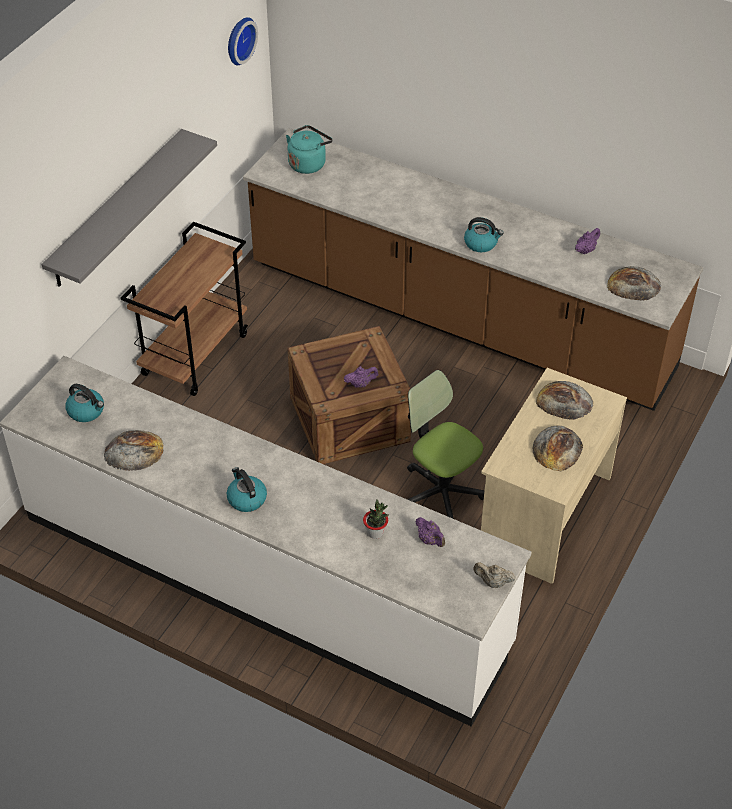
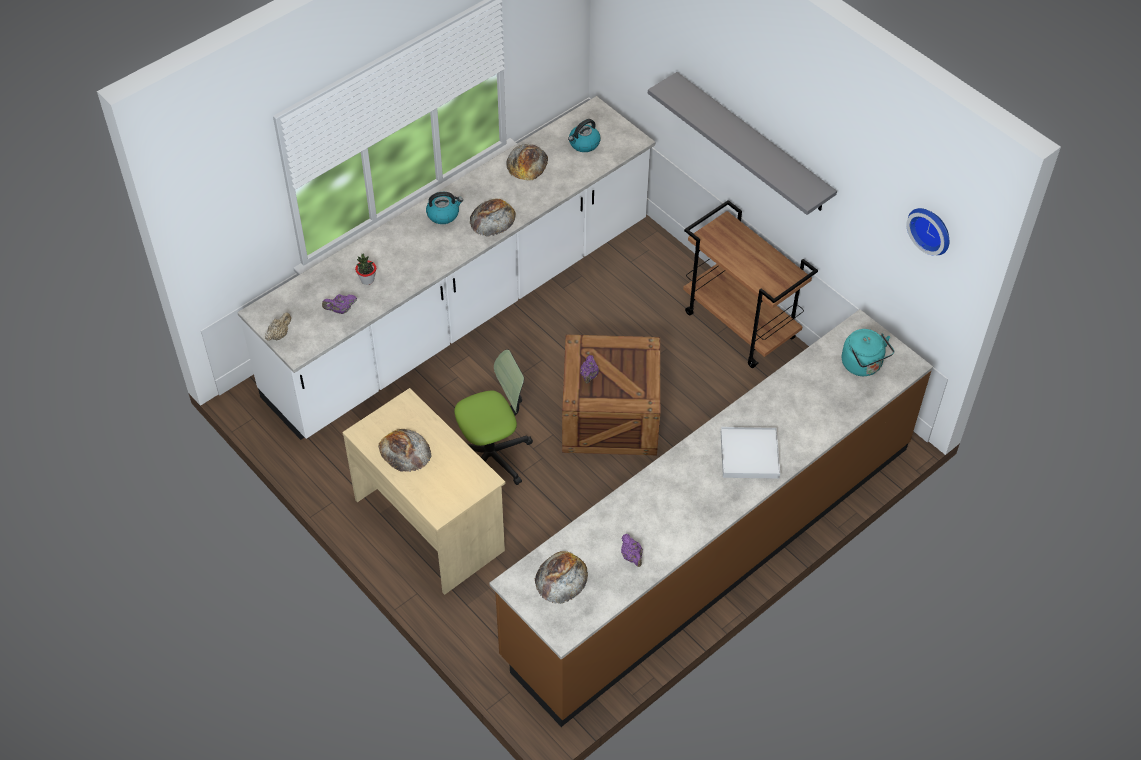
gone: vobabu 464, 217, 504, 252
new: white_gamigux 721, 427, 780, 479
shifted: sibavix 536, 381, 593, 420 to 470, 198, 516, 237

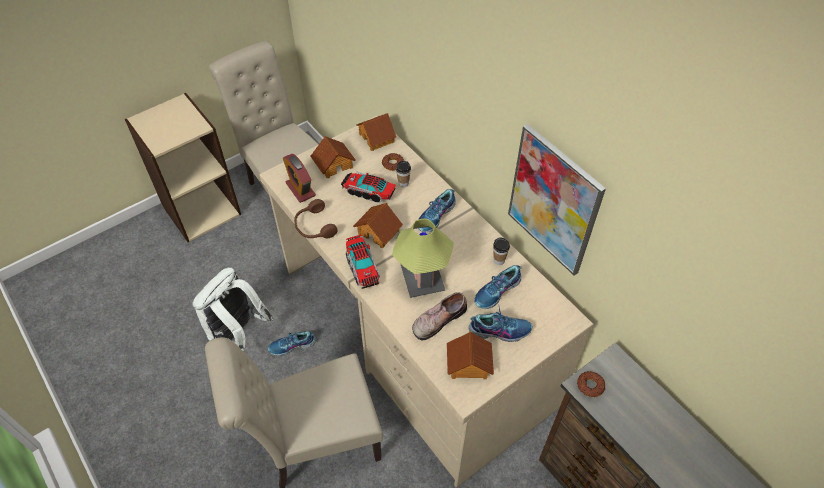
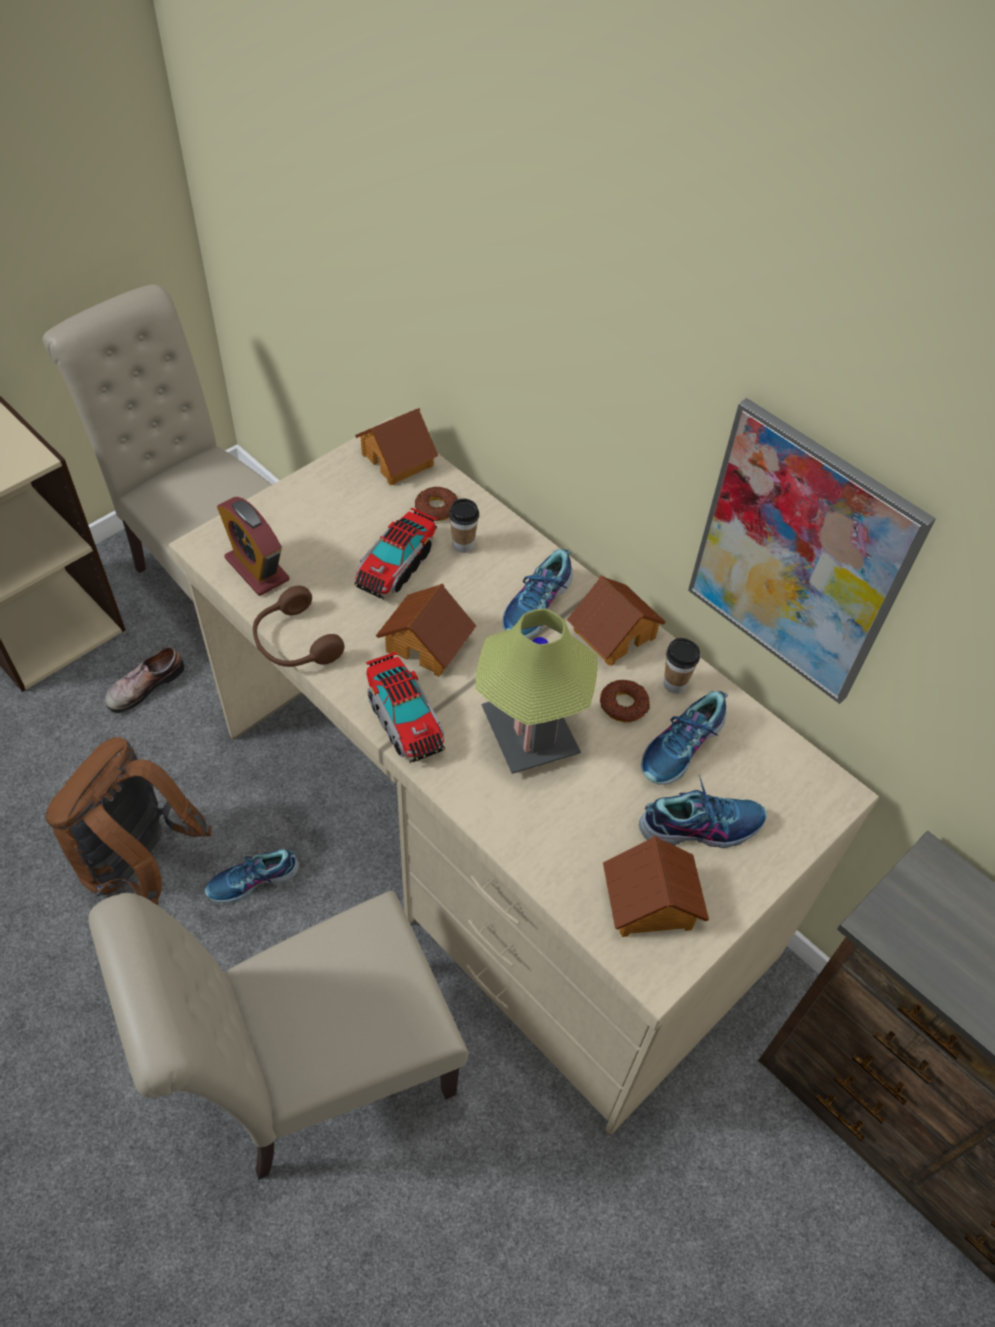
shifted: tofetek 310, 136, 356, 178 to 567, 576, 666, 666; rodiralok 412, 292, 467, 340 to 104, 646, 184, 713; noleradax 577, 371, 605, 397 to 600, 680, 650, 722
repainted: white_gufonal 192, 268, 273, 351 to brown_gufonal 46, 737, 212, 905
rotated: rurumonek 341, 172, 396, 203 = 355, 508, 437, 600 75 degrees counterclockwise

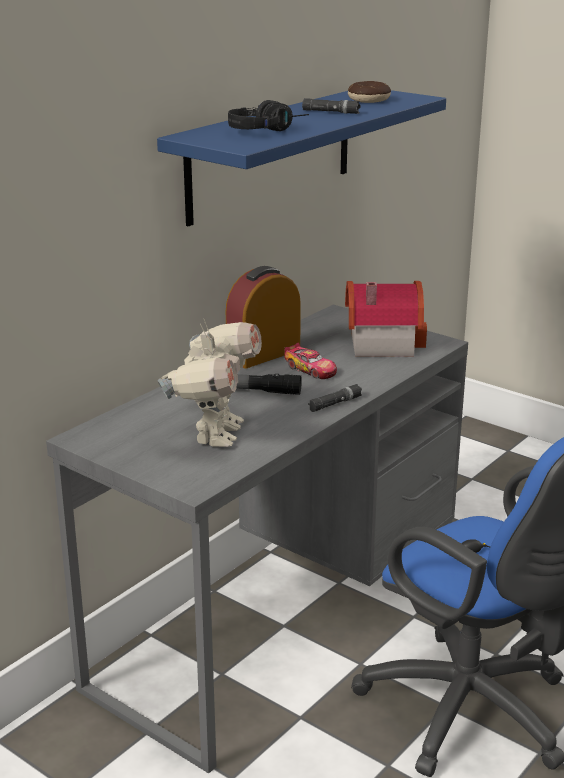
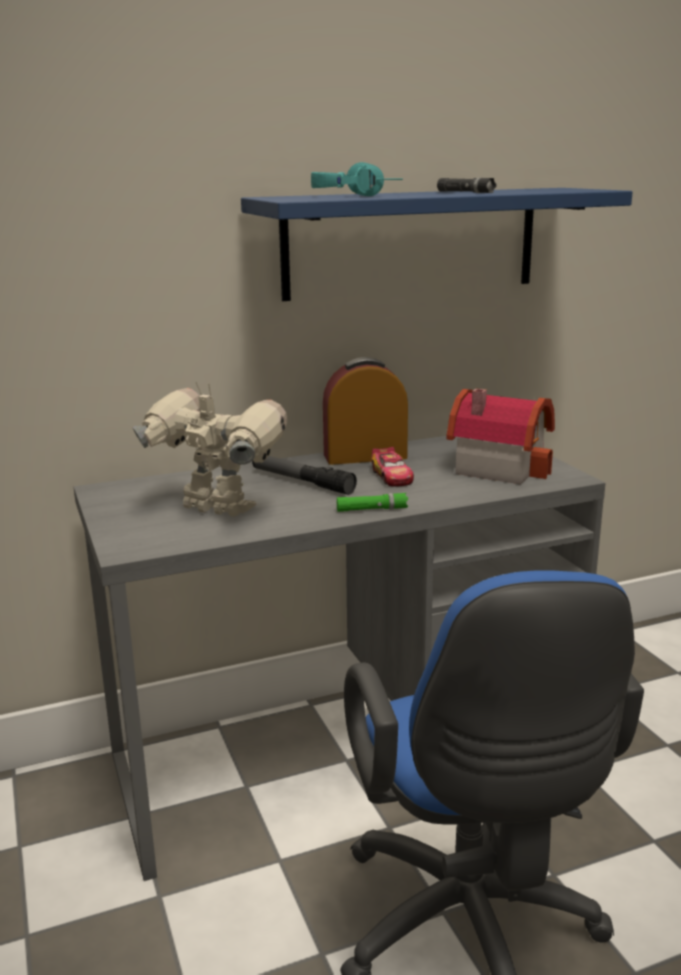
gone: noleradax 348, 81, 391, 103
repainted: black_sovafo 228, 100, 309, 131 to turquoise_sovafo 311, 162, 403, 196; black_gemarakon 308, 384, 362, 412 to green_gemarakon 336, 493, 408, 512
rotated: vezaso 157, 319, 262, 447 = 133, 382, 288, 517 105 degrees counterclockwise

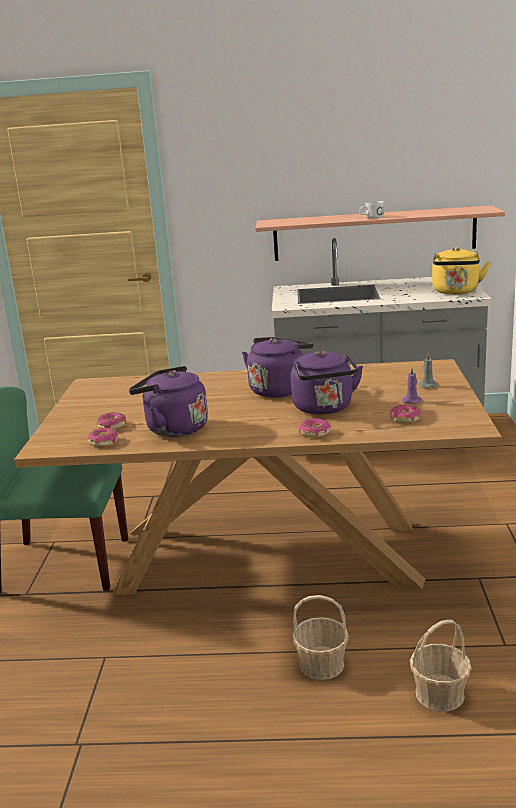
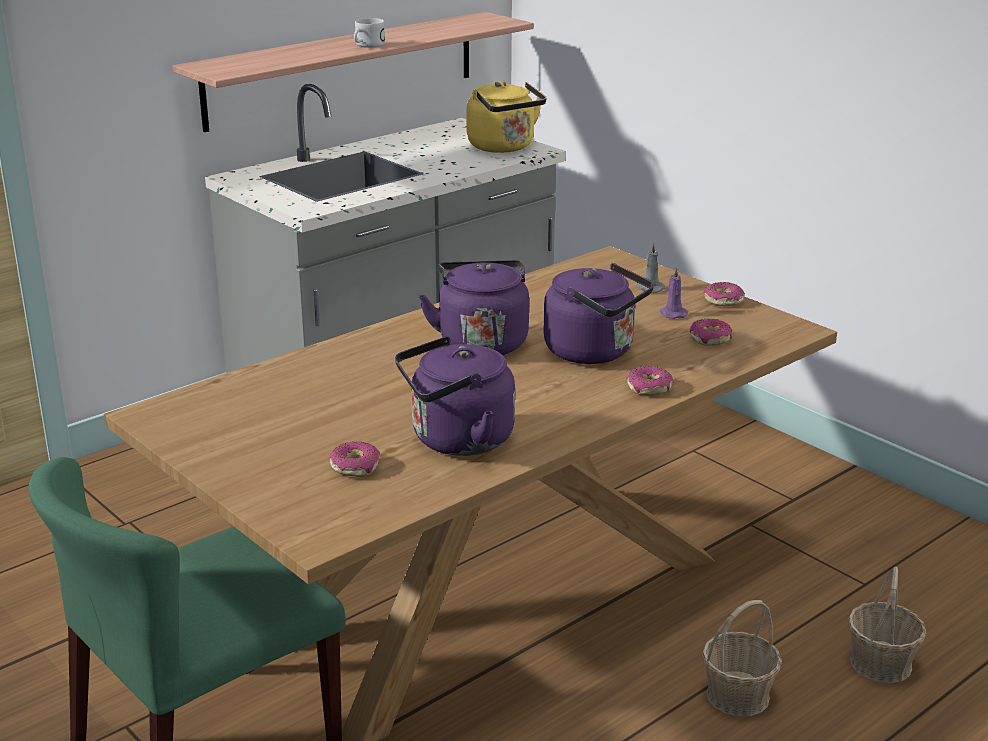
shifted: noleradax 87, 428, 118, 447 to 703, 282, 745, 306

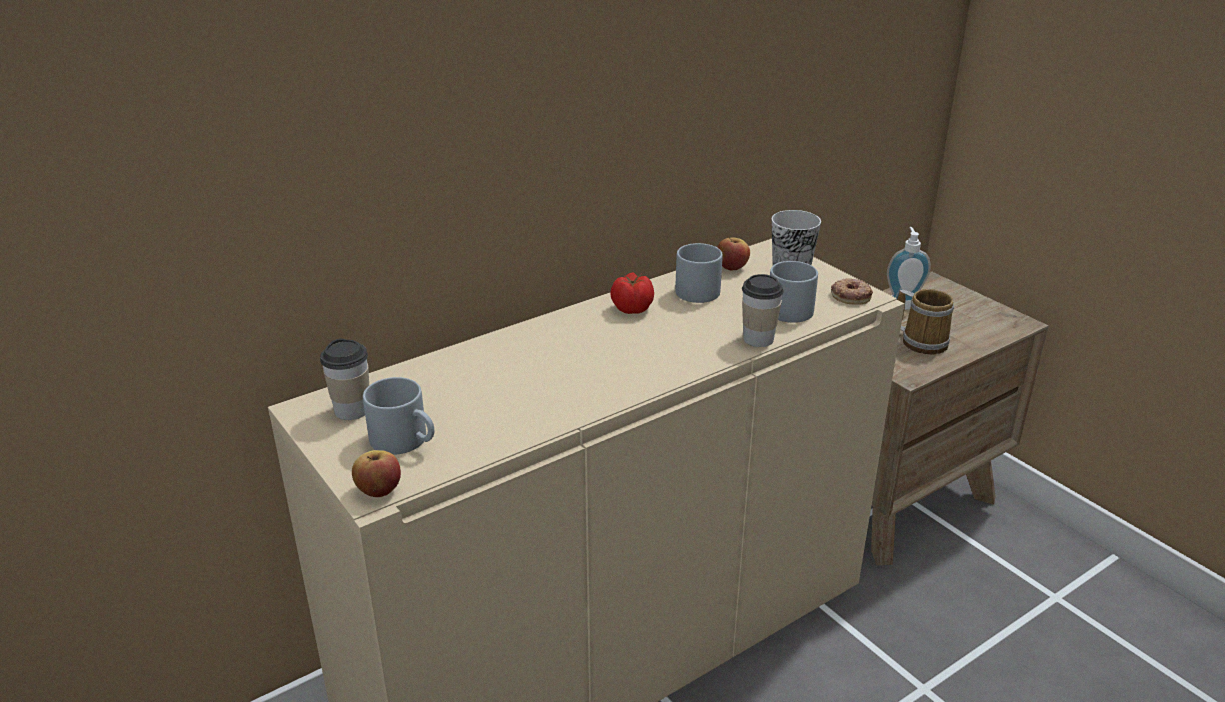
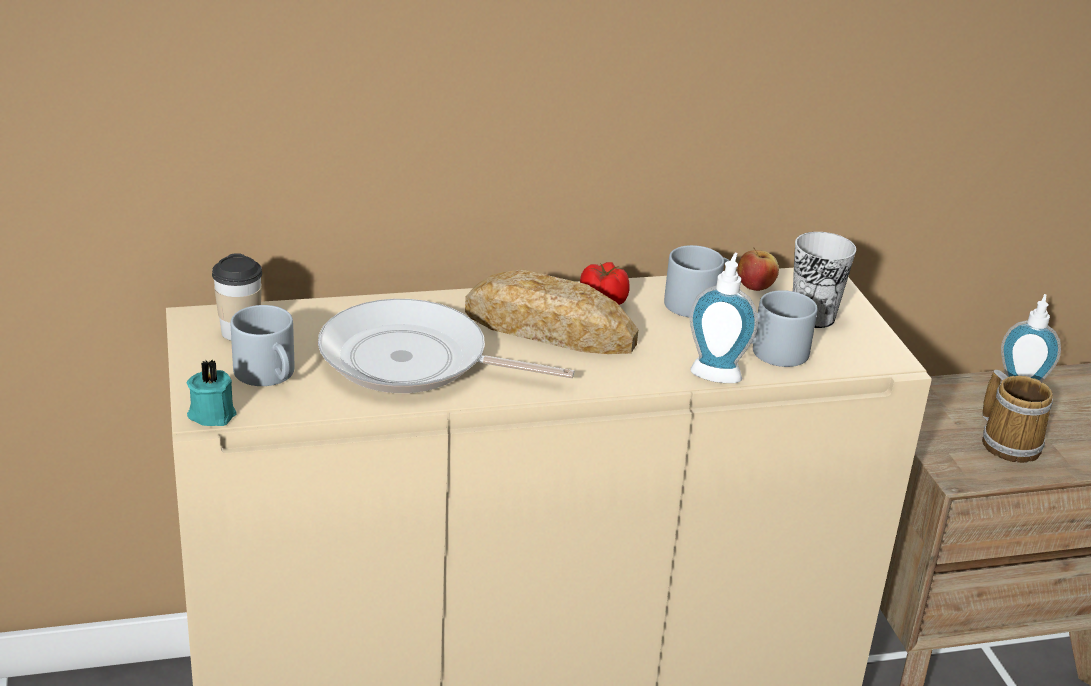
gone: noleradax 831, 279, 873, 305
new: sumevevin 318, 299, 575, 393; sibavix 465, 269, 638, 354
swapped: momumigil 352, 450, 401, 497 to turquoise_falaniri 187, 359, 236, 426; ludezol 742, 274, 784, 347 to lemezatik 689, 253, 758, 383

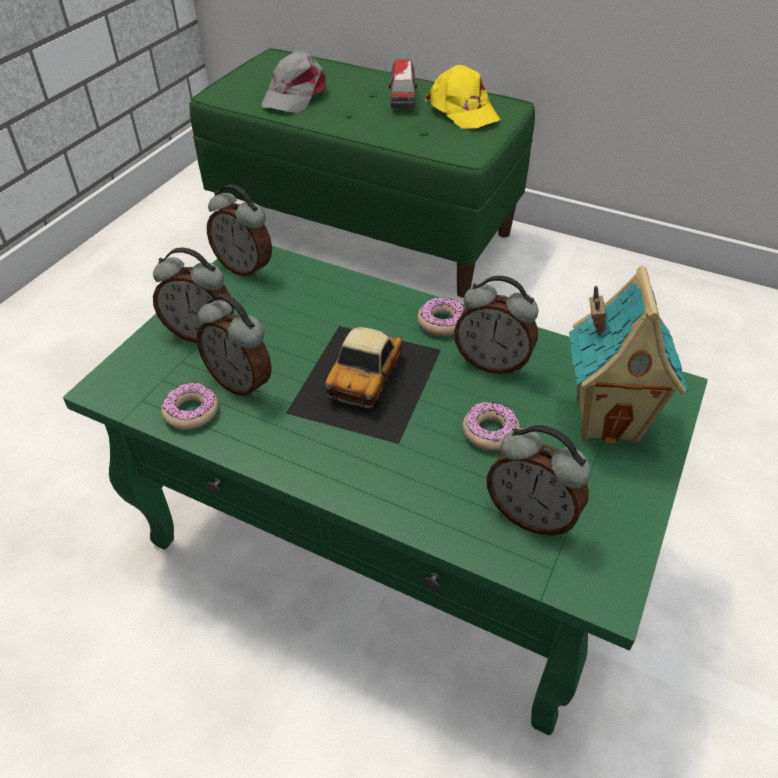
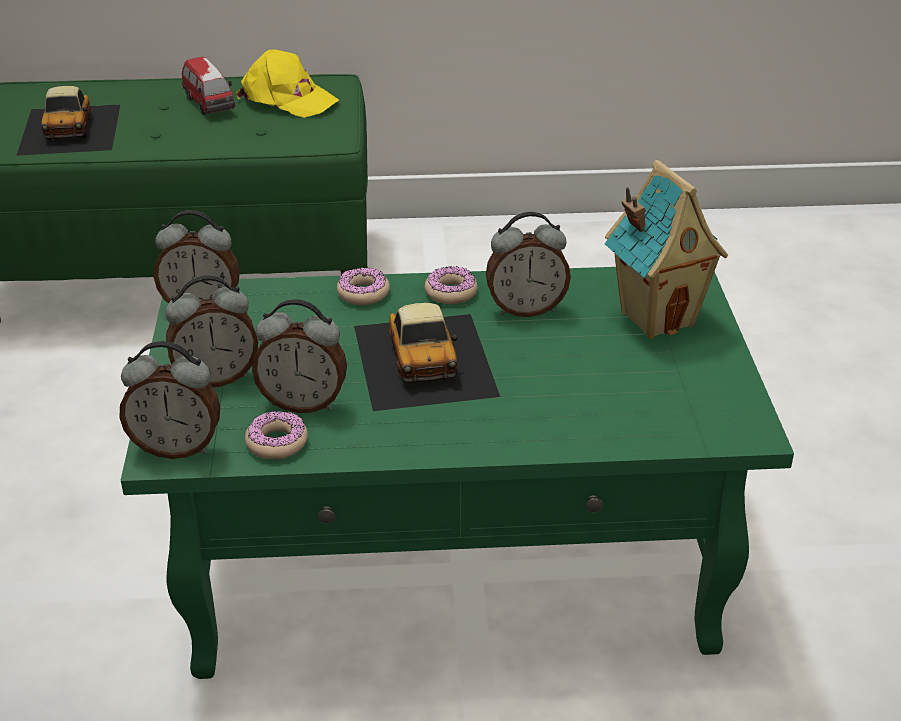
shifted: noleradax 463, 402, 520, 451 to 337, 268, 390, 305; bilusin 487, 425, 591, 536 to 119, 341, 221, 459
swapped: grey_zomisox 261, 51, 326, 113 to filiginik 16, 86, 121, 156

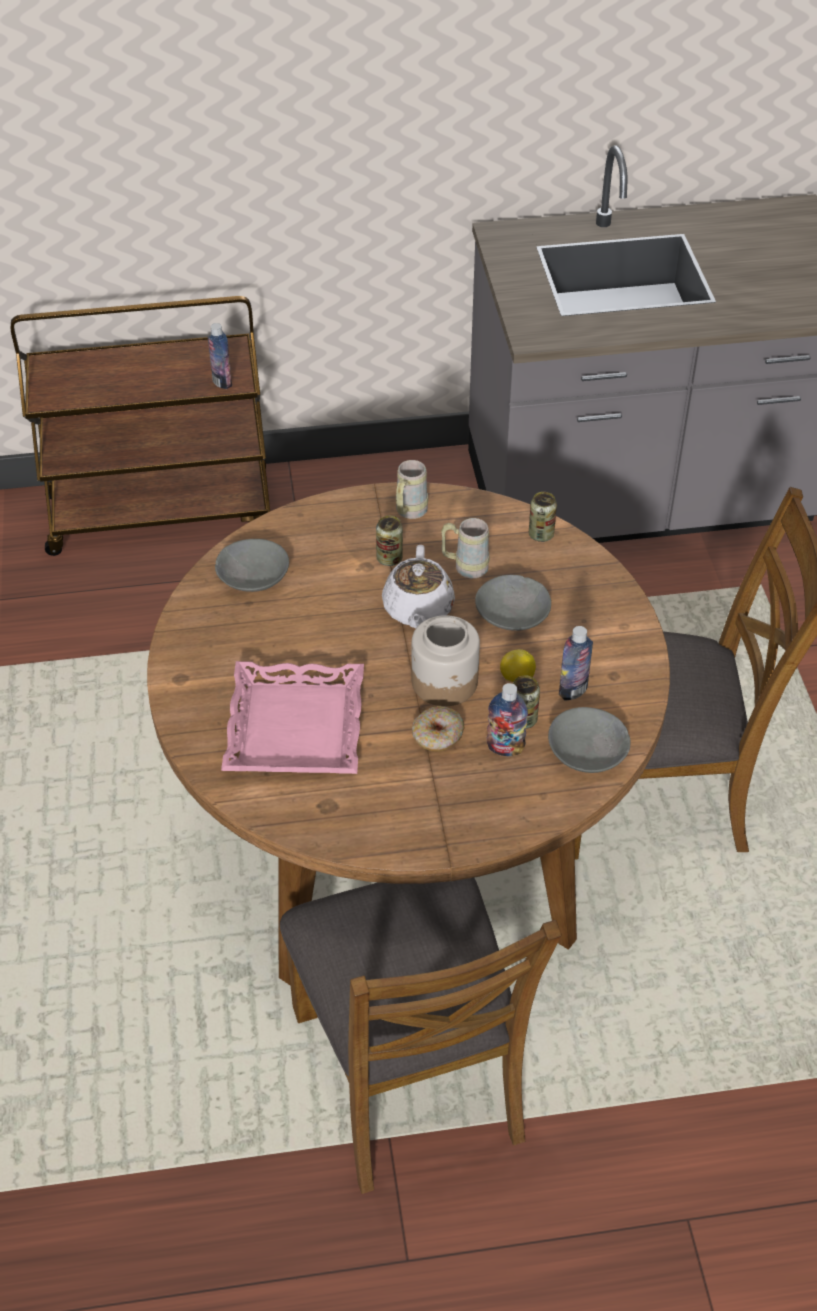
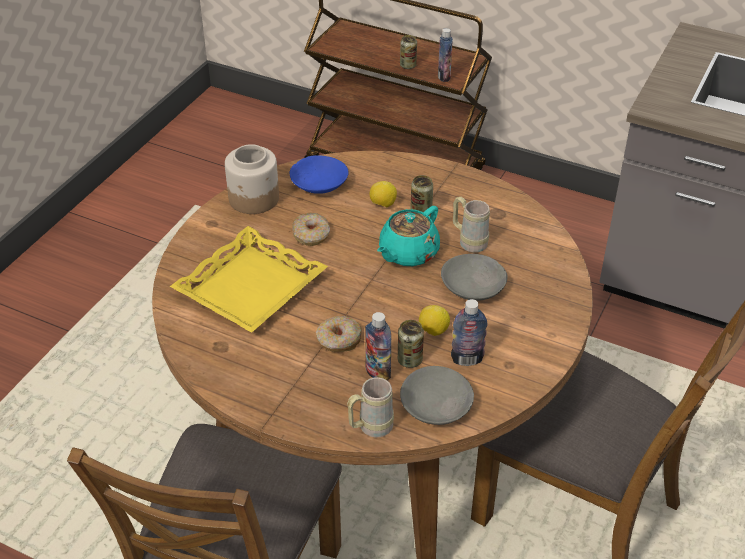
new: noleradax 292, 213, 330, 246; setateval 370, 181, 397, 207
shifted: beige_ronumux 396, 460, 428, 519 to 347, 377, 394, 437; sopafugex 411, 615, 480, 706 to 225, 144, 279, 214; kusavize 529, 492, 557, 542 to 400, 35, 417, 69
repainted: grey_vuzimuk 215, 539, 289, 592 to blue_vuzimuk 290, 155, 349, 194; pink_gamigux 221, 661, 364, 774 to yellow_gamigux 170, 226, 328, 333; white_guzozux 382, 545, 455, 628 to turquoise_guzozux 377, 206, 440, 266

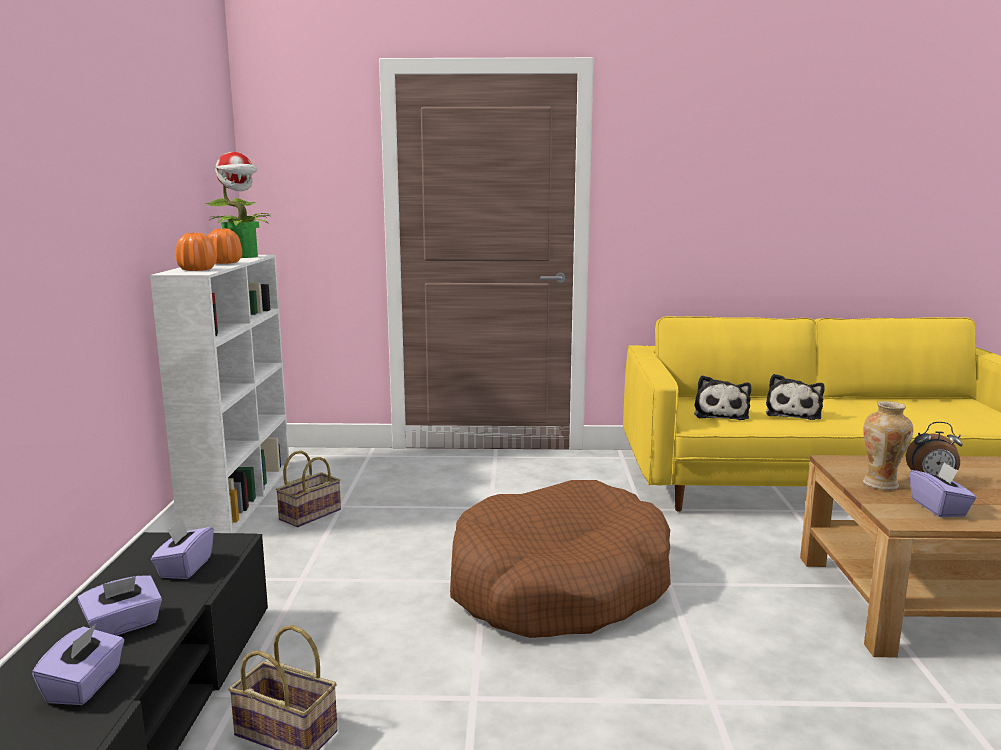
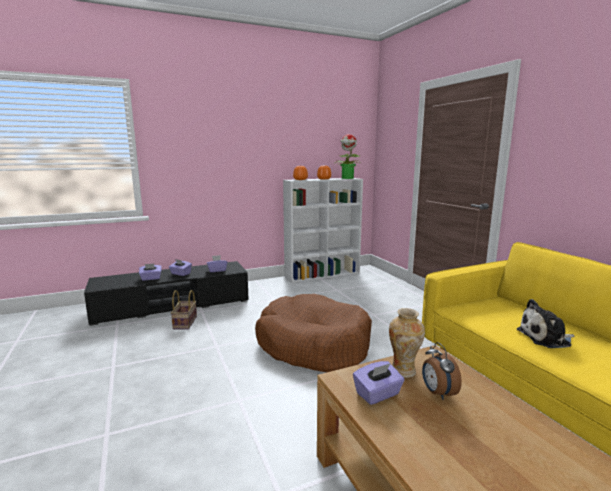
gone: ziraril 276, 451, 341, 527; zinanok 694, 375, 751, 420

